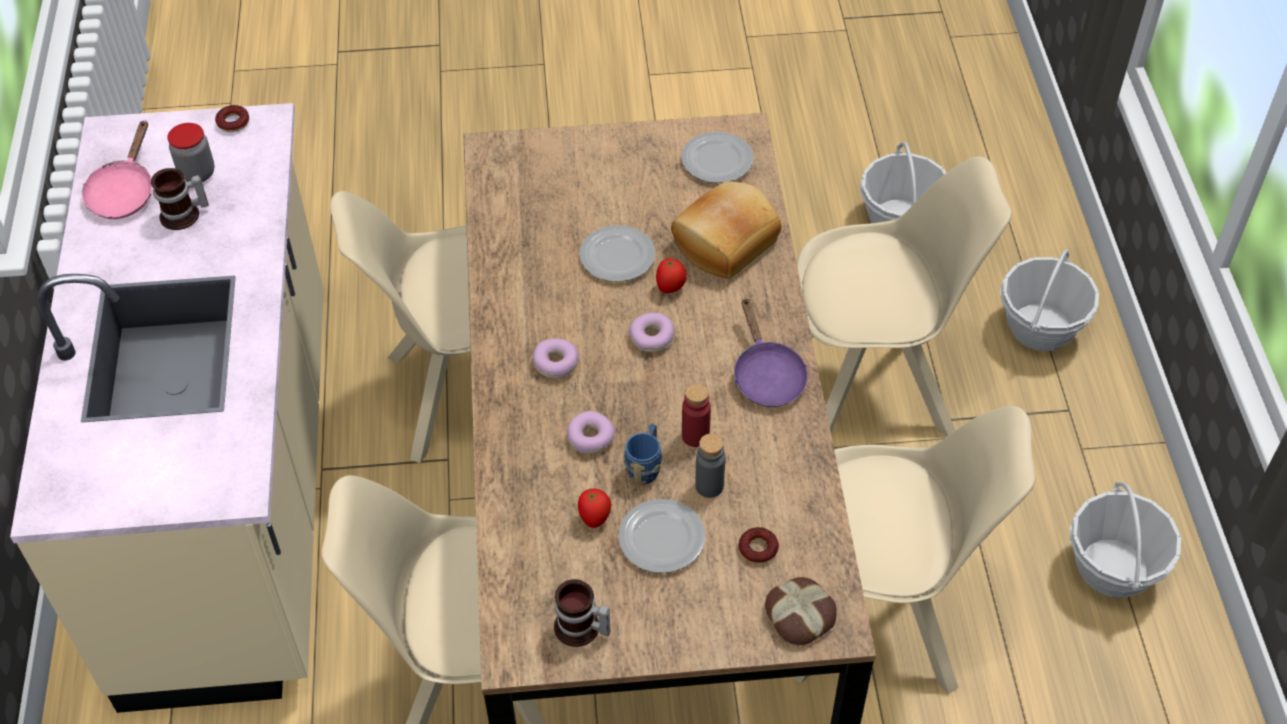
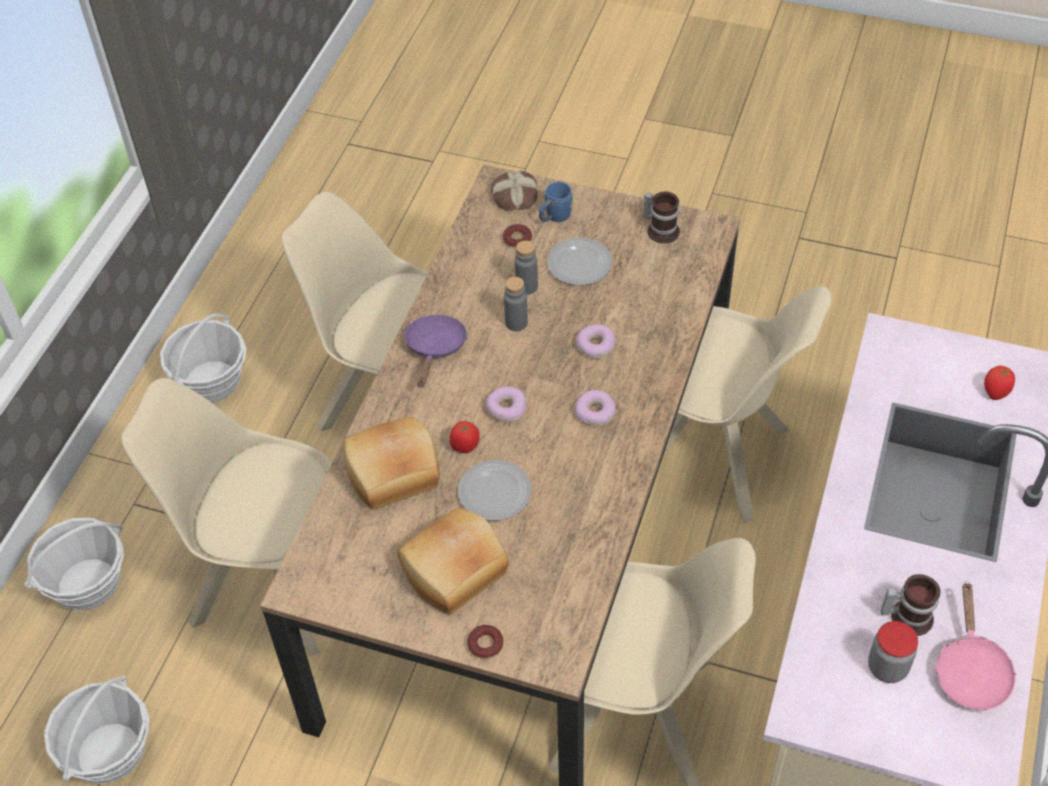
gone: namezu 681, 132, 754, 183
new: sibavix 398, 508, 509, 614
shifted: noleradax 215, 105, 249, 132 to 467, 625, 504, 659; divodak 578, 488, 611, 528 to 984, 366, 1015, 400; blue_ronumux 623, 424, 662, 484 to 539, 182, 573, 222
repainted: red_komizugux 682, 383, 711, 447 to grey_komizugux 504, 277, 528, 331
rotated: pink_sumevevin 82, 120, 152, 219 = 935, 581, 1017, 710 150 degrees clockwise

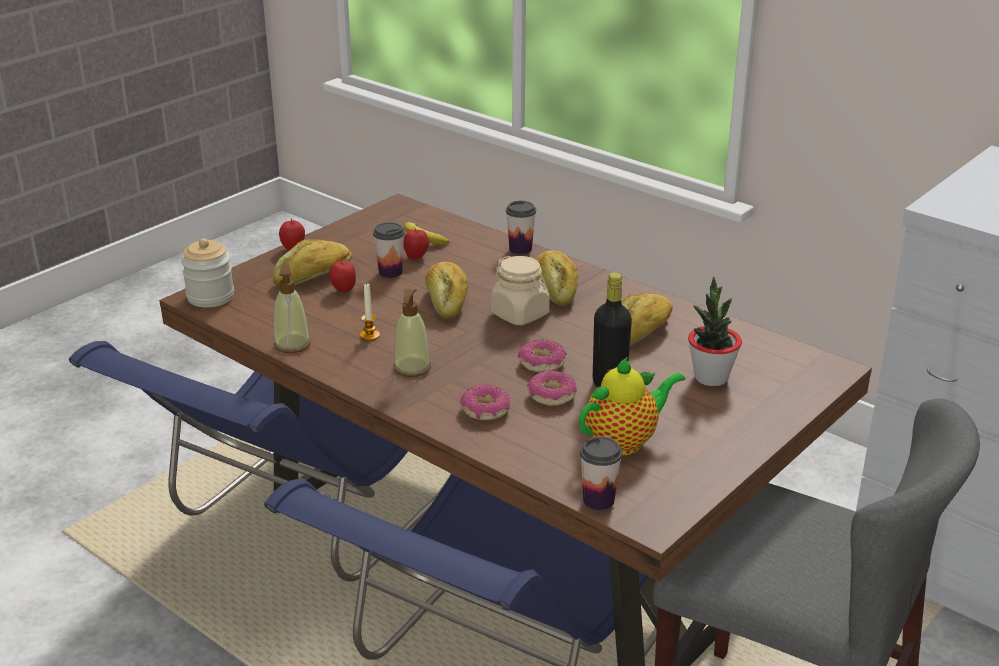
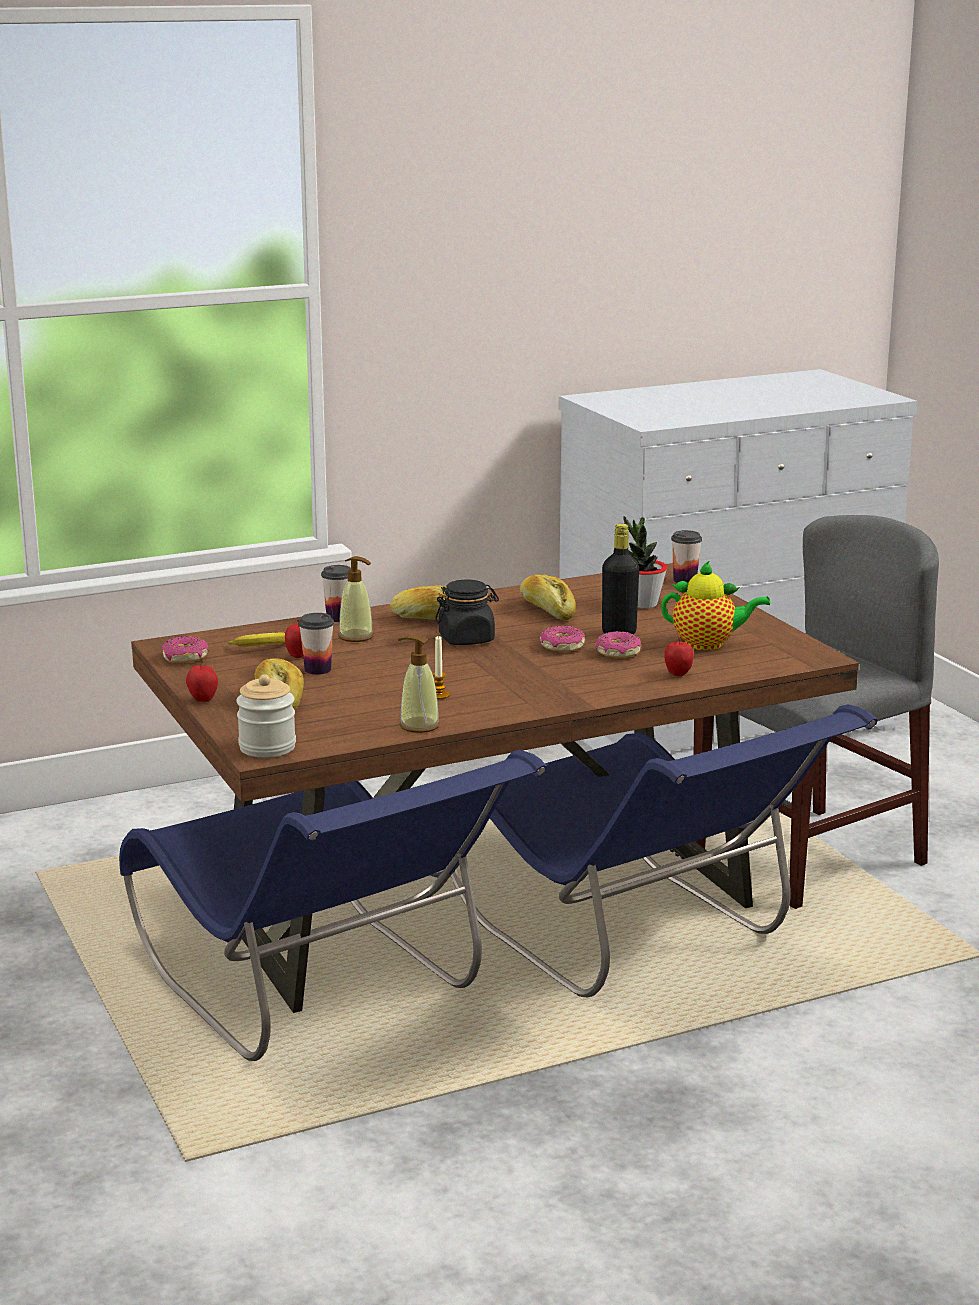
gone: sibavix 425, 262, 468, 319
shifted: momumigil 329, 258, 356, 293 to 664, 637, 694, 676; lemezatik 394, 289, 431, 377 to 338, 556, 374, 642; noleradax 460, 384, 510, 420 to 162, 636, 209, 663; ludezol 580, 436, 622, 510 to 671, 530, 702, 583
repainted: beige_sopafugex 490, 256, 550, 325 to black_sopafugex 435, 580, 499, 645
rotated: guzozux 579, 357, 685, 456 = 661, 561, 770, 650 105 degrees clockwise

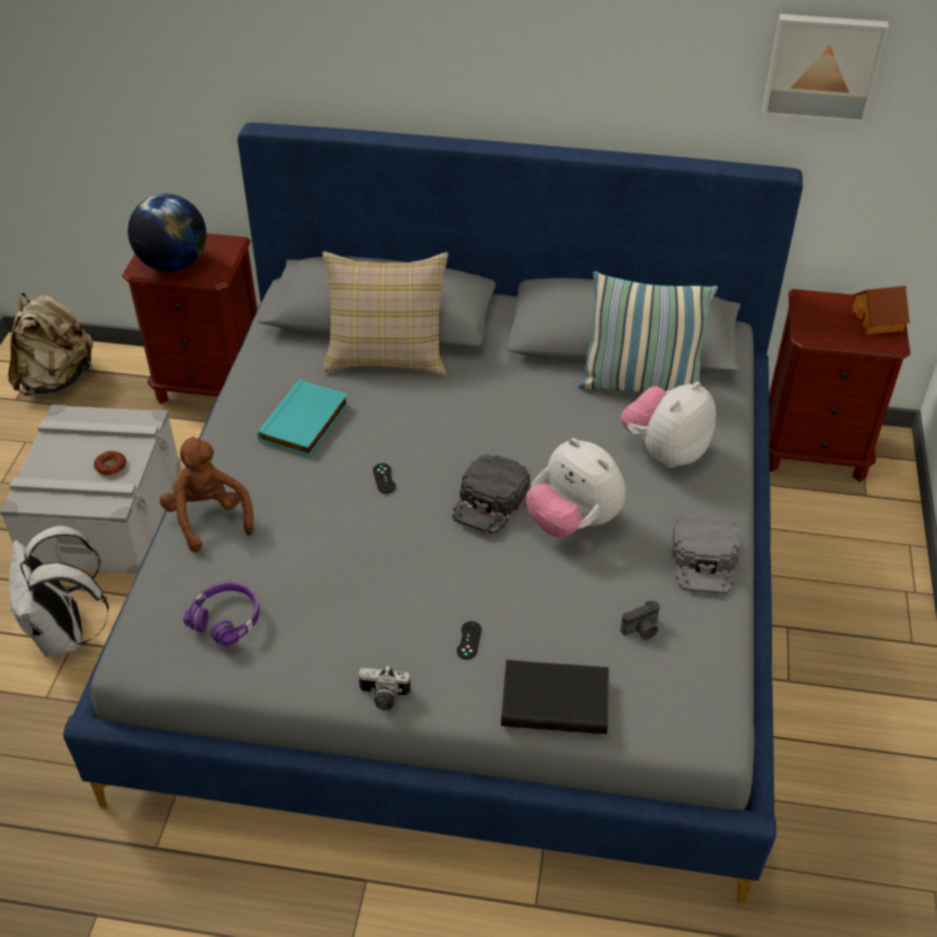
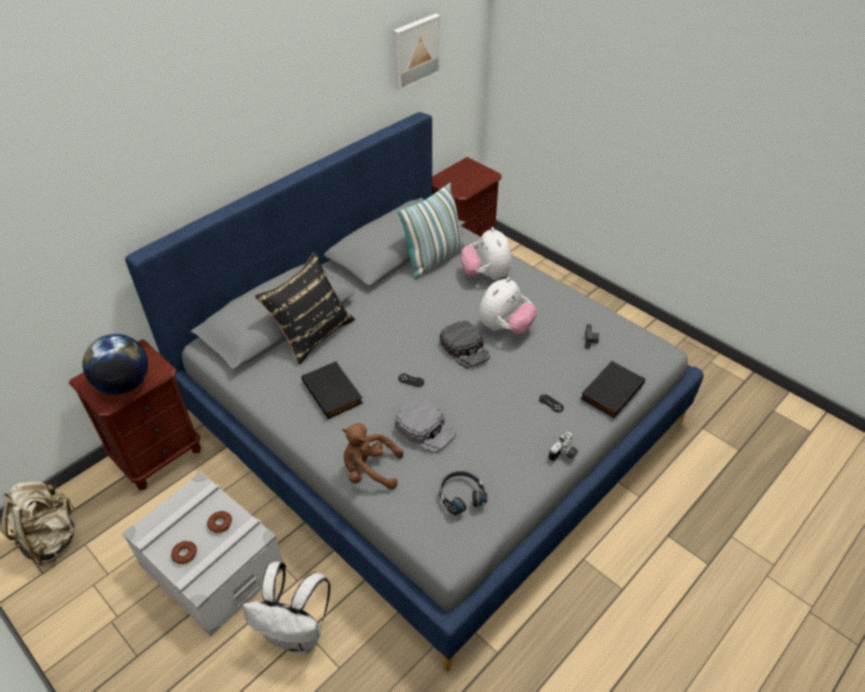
gone: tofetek 852, 286, 910, 335
new: noleradax 171, 541, 197, 564
shifted: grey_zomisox 672, 512, 740, 594 to 395, 399, 456, 453
repainted: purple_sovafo 183, 582, 260, 647 to black_sovafo 439, 470, 487, 515; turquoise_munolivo 257, 379, 349, 457 to black_munolivo 302, 361, 363, 419; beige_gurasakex 322, 251, 448, 376 to black_gurasakex 255, 252, 355, 365
rotated: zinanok 526, 438, 626, 537 = 479, 277, 537, 334 45 degrees counterclockwise

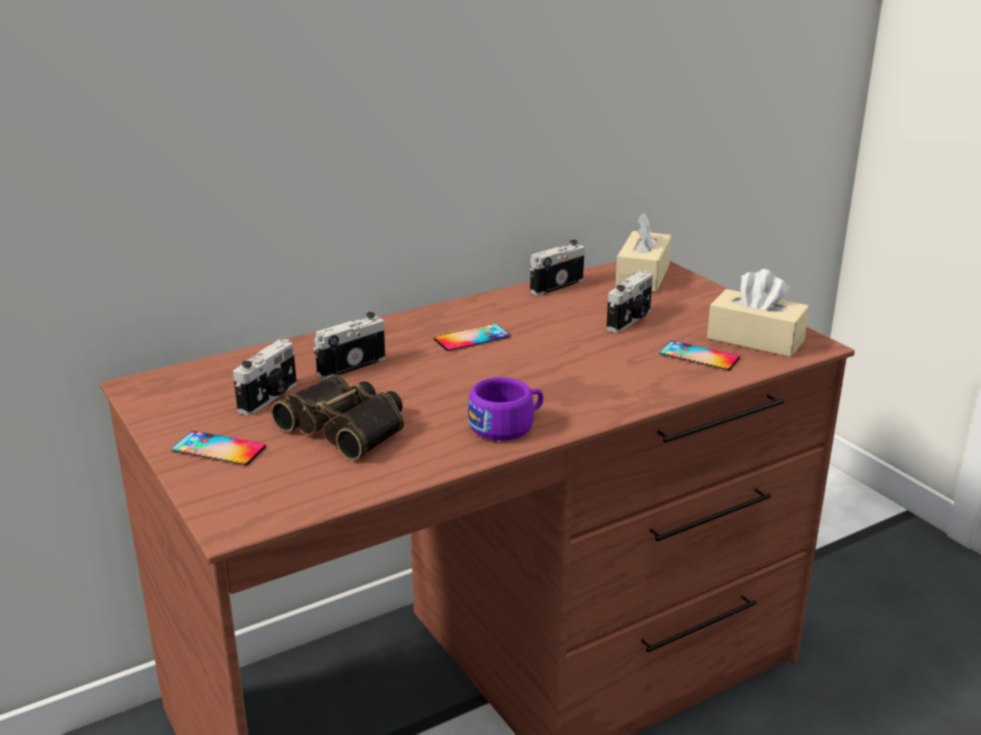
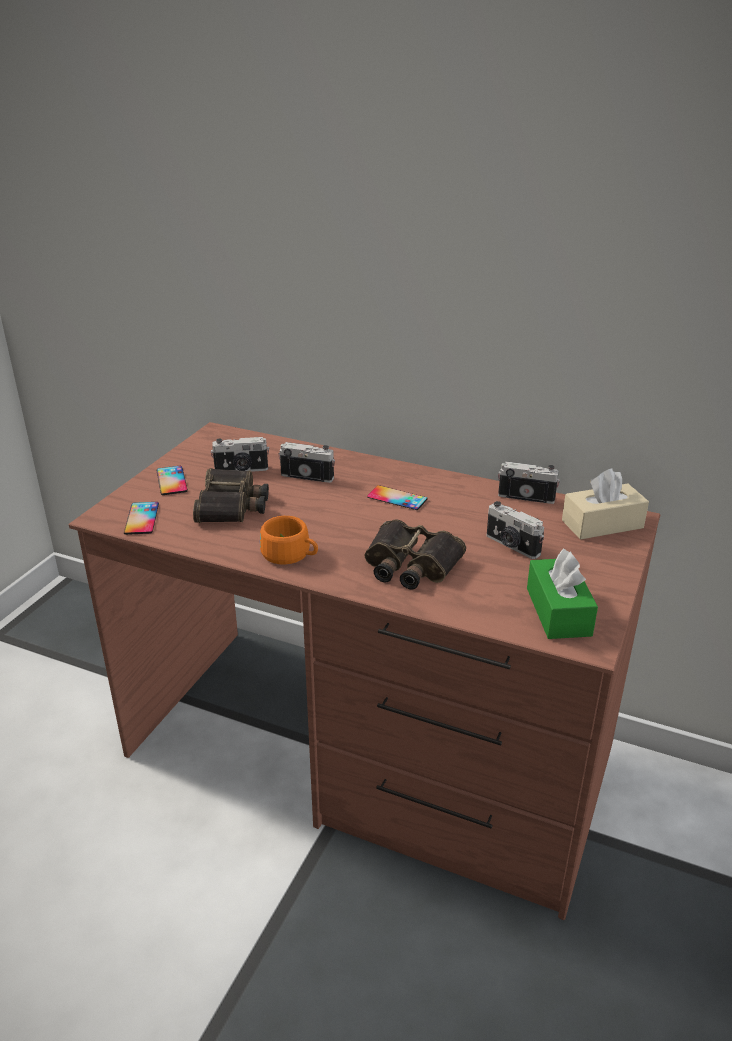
new: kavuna 365, 519, 466, 590
shifted: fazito 660, 340, 740, 370 to 124, 502, 159, 535
repainted: purple_ludezol 468, 377, 544, 440 to orange_ludezol 260, 516, 318, 564; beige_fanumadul 707, 269, 809, 357 to green_fanumadul 527, 549, 598, 639
rotated: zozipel 606, 271, 653, 333 = 487, 501, 544, 559 45 degrees clockwise

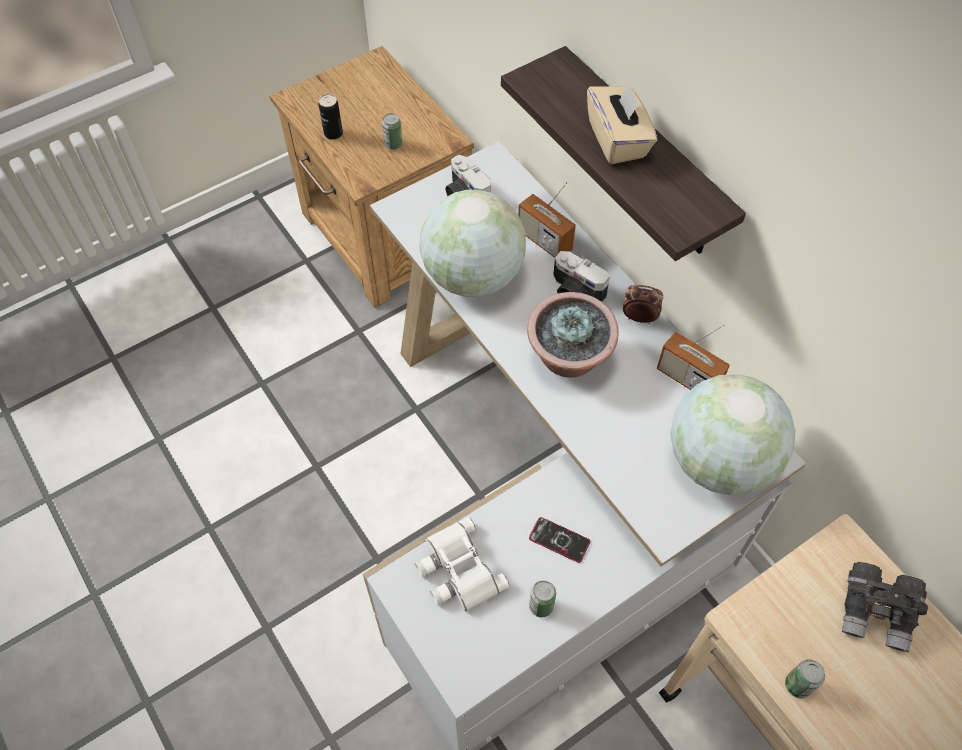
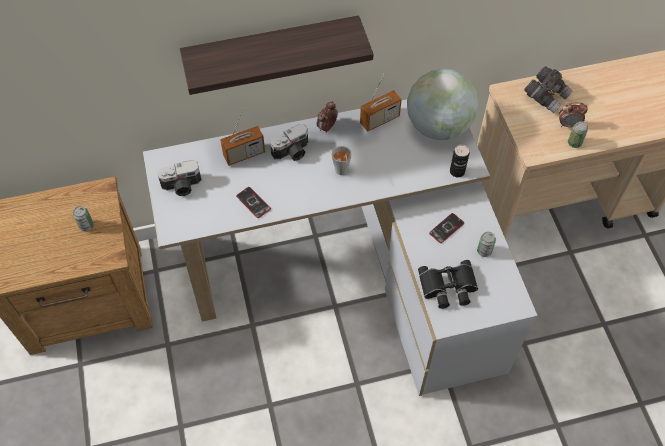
gone: beige_fanumadul 587, 82, 657, 164
new: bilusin 559, 102, 588, 127
shifted: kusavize 318, 94, 343, 140 to 450, 145, 469, 177
swapped: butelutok 419, 190, 526, 297 to fazito 236, 187, 271, 218; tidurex 527, 292, 619, 378 to grey_ludezol 332, 146, 352, 175
repainted: white_kavuna 415, 517, 510, 612 to black_kavuna 418, 260, 478, 309

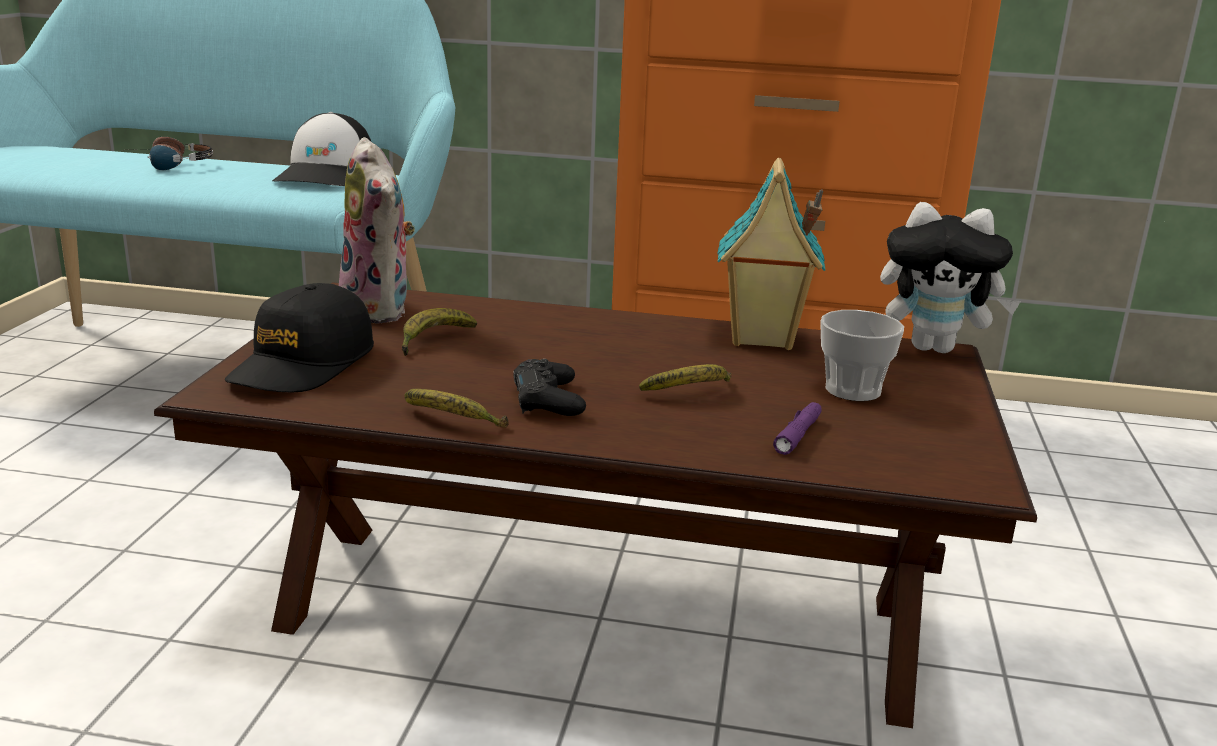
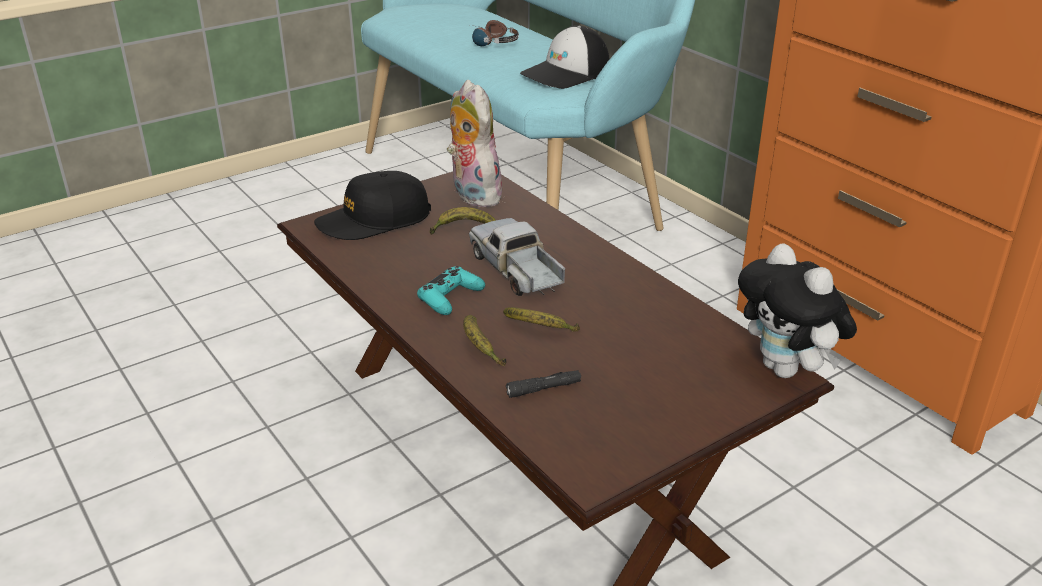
gone: tofetek 717, 158, 826, 350; ludezol 820, 310, 904, 401
new: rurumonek 469, 218, 565, 296
shifted: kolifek 404, 389, 509, 428 to 463, 315, 506, 366
repainted: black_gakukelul 513, 359, 586, 416 to turquoise_gakukelul 417, 266, 485, 315; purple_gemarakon 773, 402, 822, 455 to black_gemarakon 506, 370, 581, 398
rotated: zinanok 339, 137, 415, 324 = 447, 80, 502, 207 135 degrees clockwise

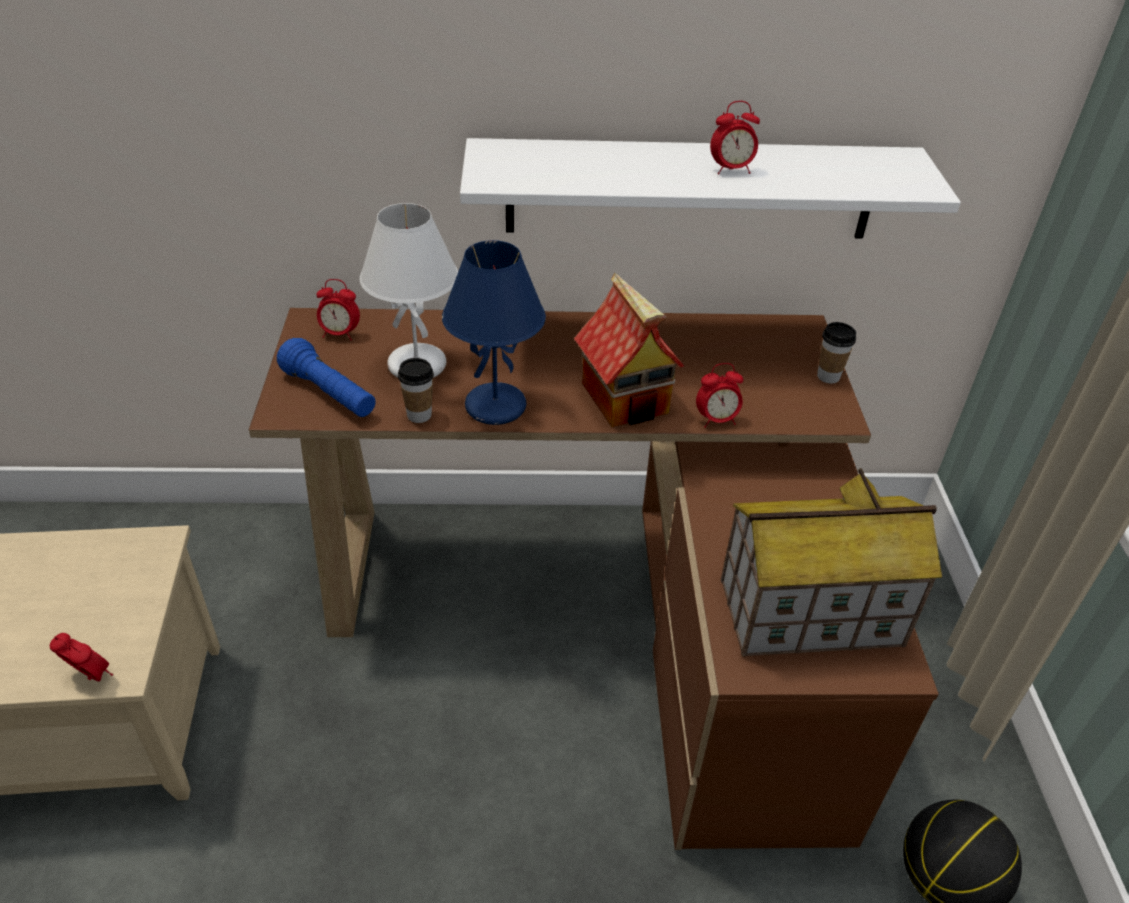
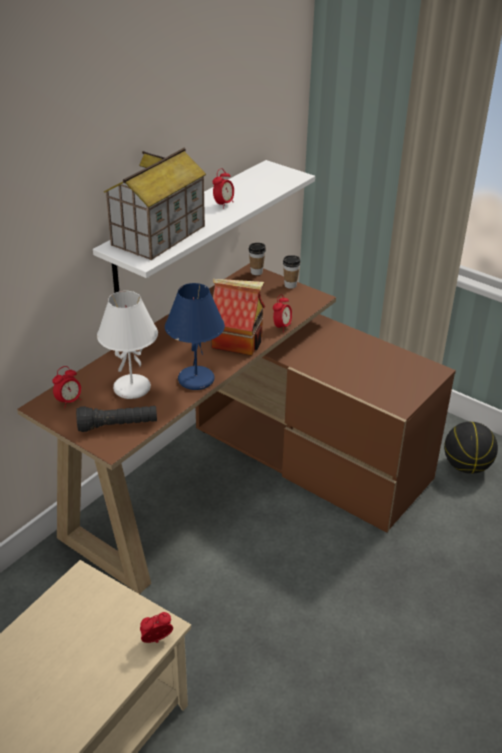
shifted: ludezol 398, 358, 434, 423 to 249, 243, 266, 275; tofetek 721, 468, 942, 657 to 104, 148, 206, 260
repainted: blue_gemarakon 277, 338, 376, 417 to black_gemarakon 76, 406, 157, 432

